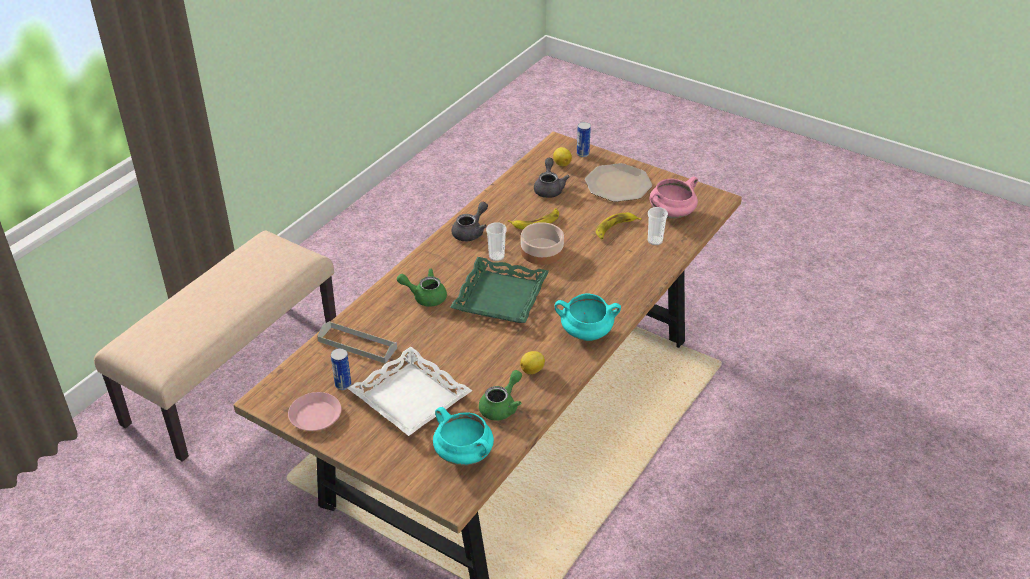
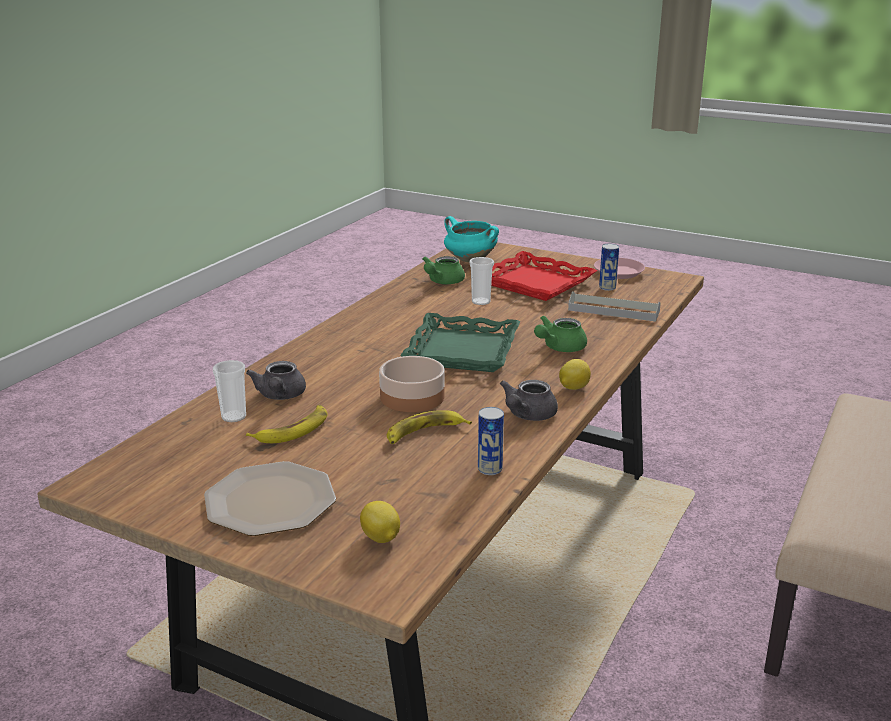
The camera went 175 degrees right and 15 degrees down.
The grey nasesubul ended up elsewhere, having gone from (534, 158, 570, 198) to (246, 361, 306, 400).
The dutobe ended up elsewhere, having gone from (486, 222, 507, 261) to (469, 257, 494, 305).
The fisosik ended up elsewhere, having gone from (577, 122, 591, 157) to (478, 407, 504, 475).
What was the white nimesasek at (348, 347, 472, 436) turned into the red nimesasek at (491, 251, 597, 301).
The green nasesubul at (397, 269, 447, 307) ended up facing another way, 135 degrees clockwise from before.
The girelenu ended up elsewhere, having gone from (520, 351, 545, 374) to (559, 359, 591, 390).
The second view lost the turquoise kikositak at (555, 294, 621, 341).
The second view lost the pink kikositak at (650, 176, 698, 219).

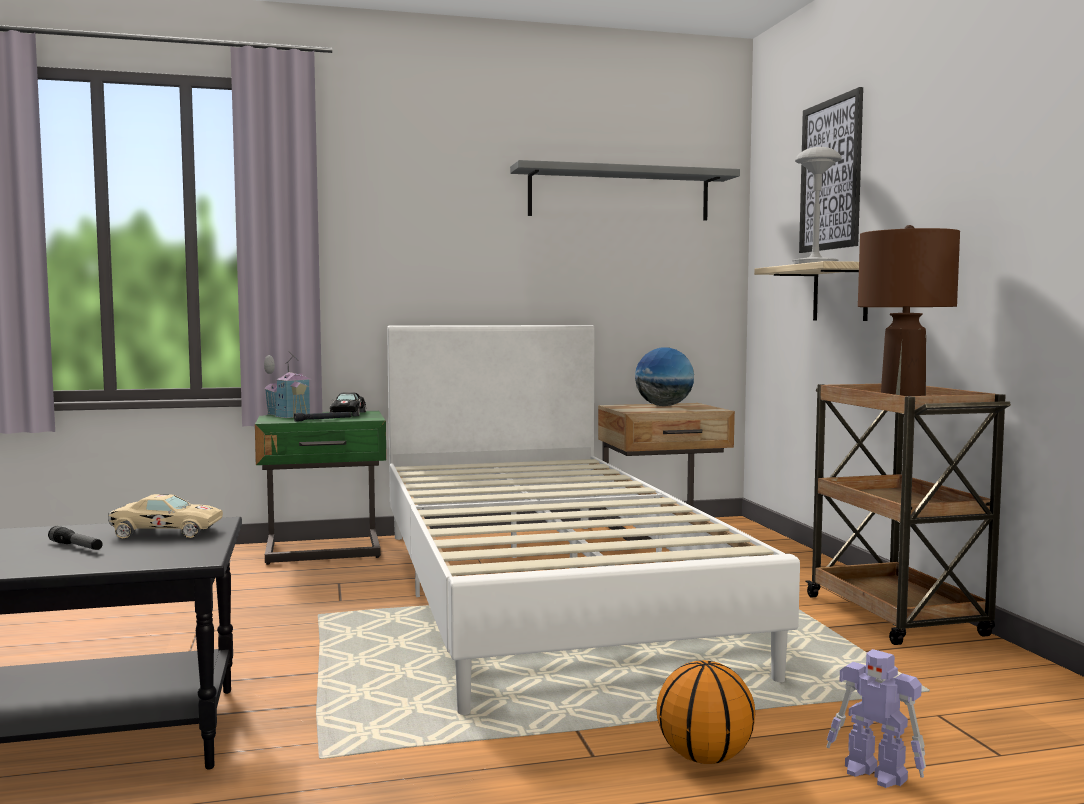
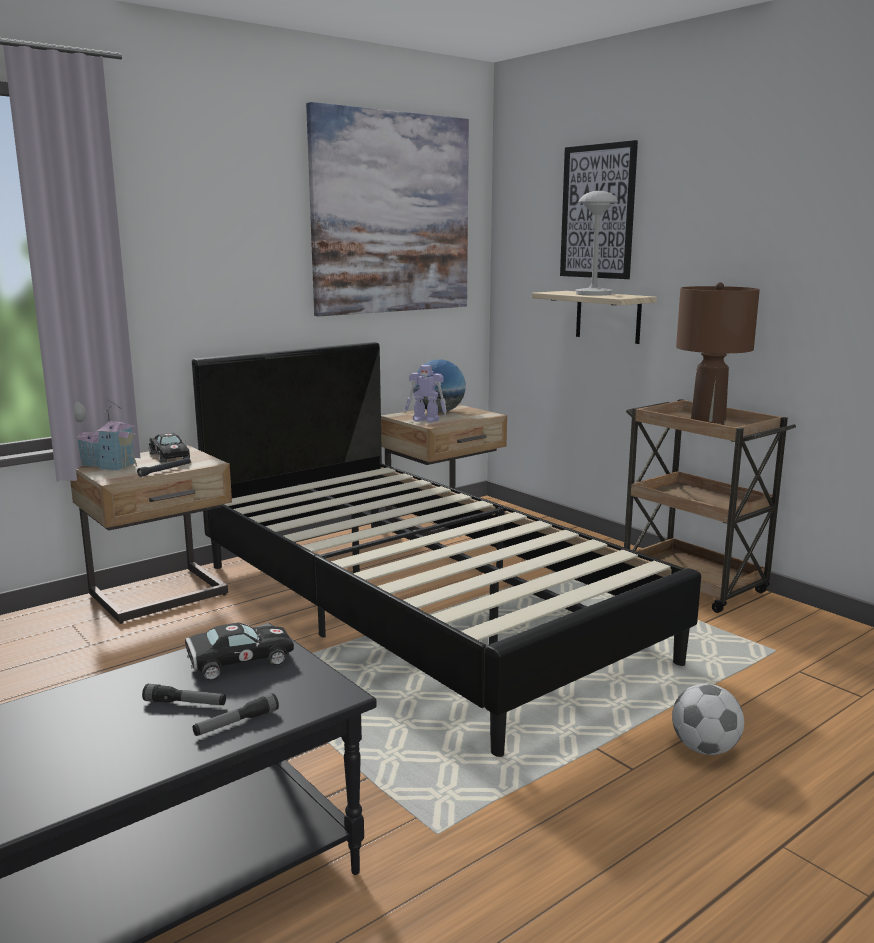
The camera went 25 degrees left and 10 degrees up.
What was the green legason at (255, 411, 386, 565) turned into the beige legason at (70, 445, 232, 624).
What was the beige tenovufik at (108, 494, 223, 539) turned into the black tenovufik at (185, 623, 294, 681).
What was the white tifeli at (387, 325, 800, 715) turned into the black tifeli at (192, 342, 701, 757).
The second view gained the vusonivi at (193, 693, 279, 736).
Where the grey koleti hung at (510, 160, 740, 221), the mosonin came to hang at (306, 102, 469, 316).
The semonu ended up elsewhere, having gone from (827, 649, 926, 788) to (405, 365, 446, 423).
Where the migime stood at (656, 660, 755, 764), the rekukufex came to stand at (672, 684, 744, 755).

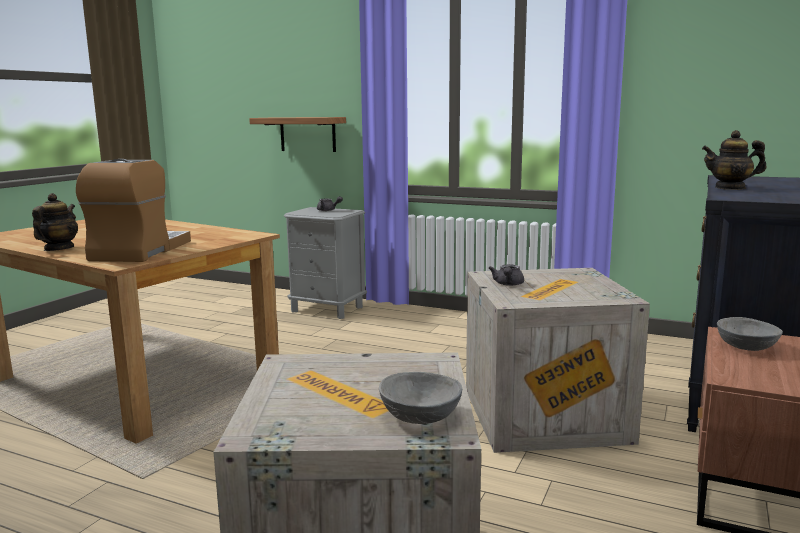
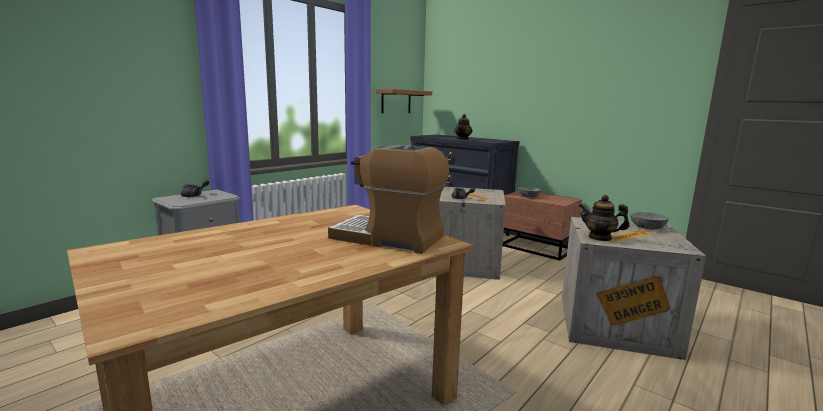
The camera went 75 degrees left and 0 degrees up.
The koleti ended up elsewhere, having gone from (249, 117, 346, 152) to (376, 89, 432, 113).
The nasesubul ended up elsewhere, having gone from (32, 193, 78, 251) to (579, 195, 630, 241).

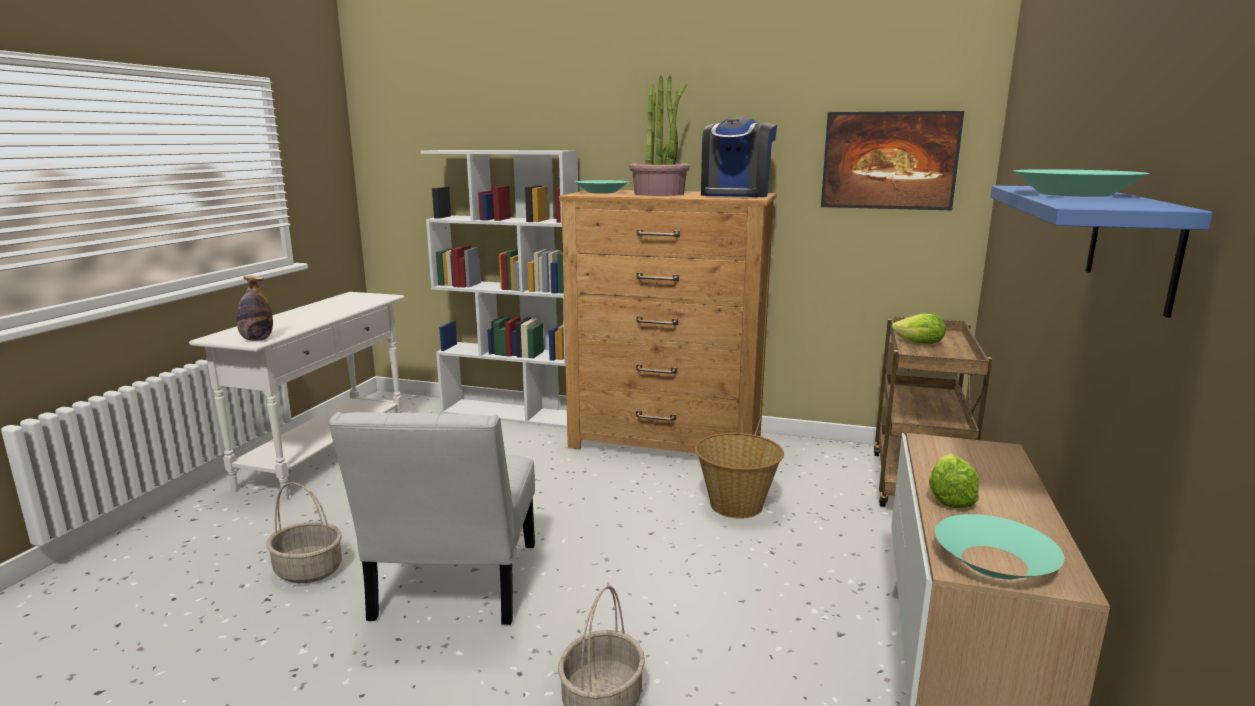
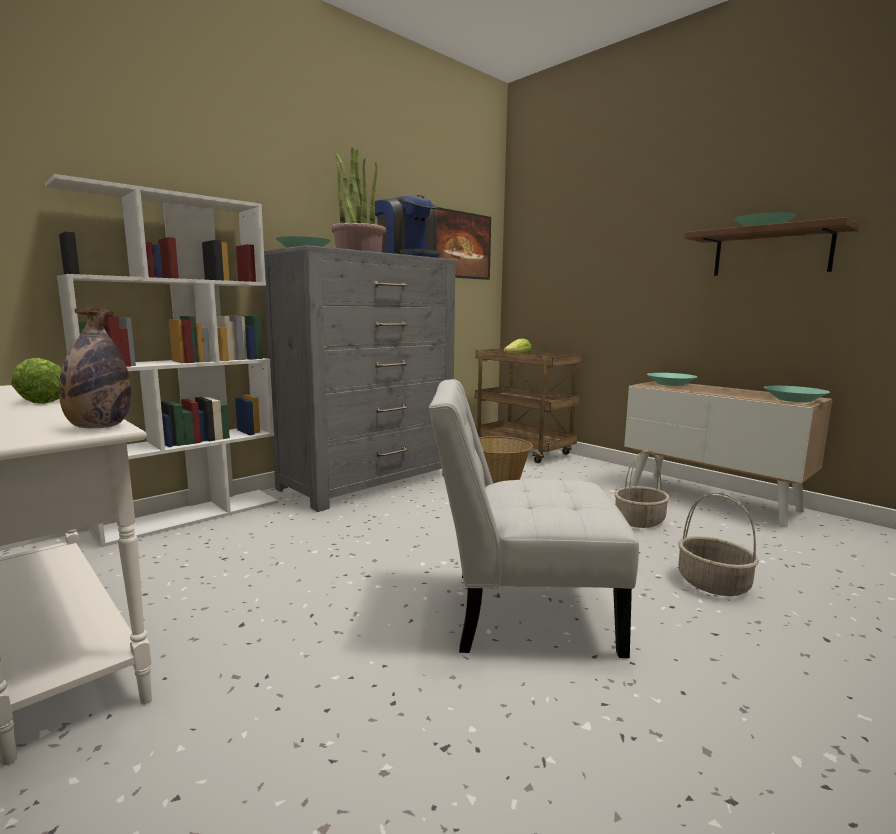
The camera went 60 degrees left and 5 degrees down.
The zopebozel ended up elsewhere, having gone from (929, 454, 979, 508) to (11, 358, 61, 404).
What was the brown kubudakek at (559, 190, 777, 453) turned into the grey kubudakek at (264, 245, 457, 512).
The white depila at (328, 412, 535, 625) ended up facing another way, 150 degrees clockwise from before.
The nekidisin ended up elsewhere, having gone from (266, 482, 342, 583) to (614, 450, 670, 528).
The second view gained the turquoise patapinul at (647, 373, 697, 386).
What was the blue koleti at (990, 185, 1213, 318) turned into the brown koleti at (684, 217, 859, 276).

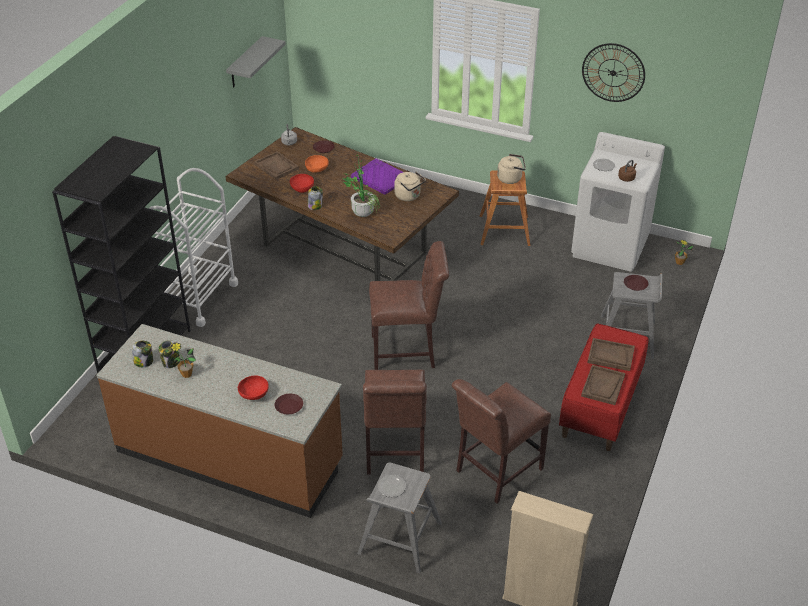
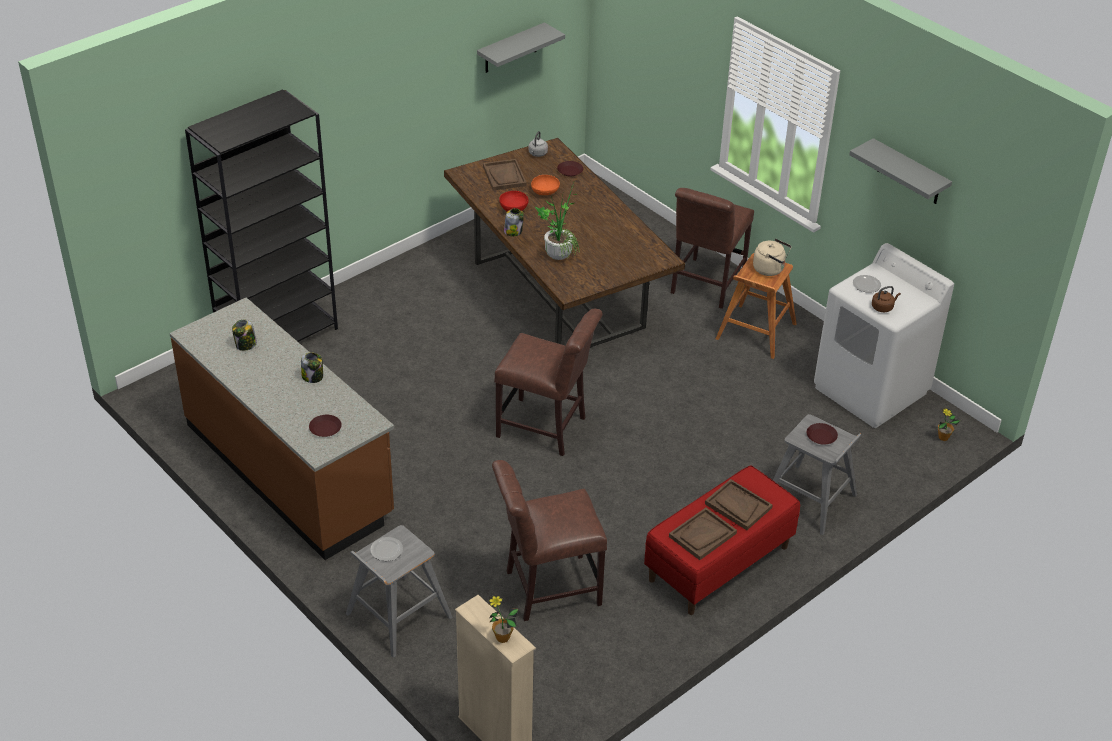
The camera went 25 degrees right and 0 degrees up.
The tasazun ended up elsewhere, having gone from (132, 340, 153, 367) to (301, 352, 323, 383).
The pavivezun ended up elsewhere, having gone from (171, 342, 196, 378) to (488, 594, 519, 643).
The brown depila ended up elsewhere, having gone from (363, 370, 427, 474) to (671, 188, 754, 309).
Where the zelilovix hung at (582, 43, 645, 102), the grey koleti came to hang at (849, 138, 952, 204).
The second view lost the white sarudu at (148, 168, 238, 327).
The second view lost the red patapinul at (238, 375, 269, 400).
The second view lost the purple nimesasek at (351, 158, 403, 195).
The second view lost the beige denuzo at (394, 172, 426, 201).

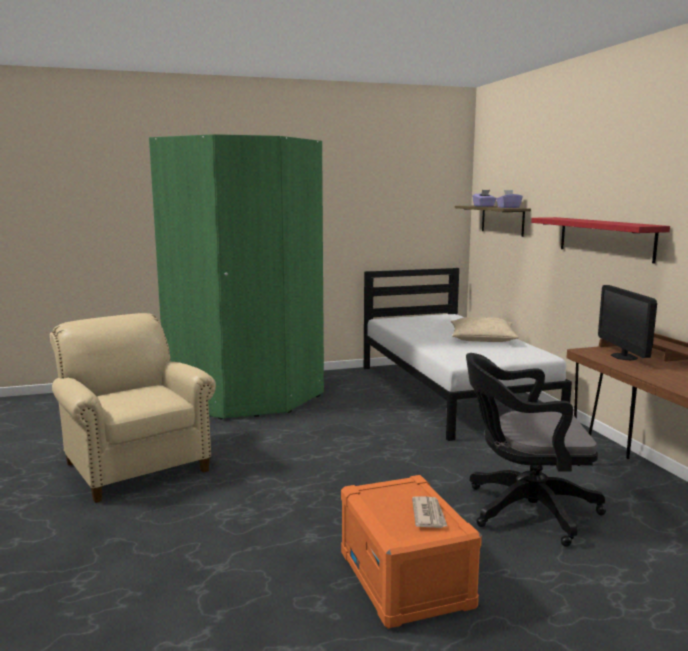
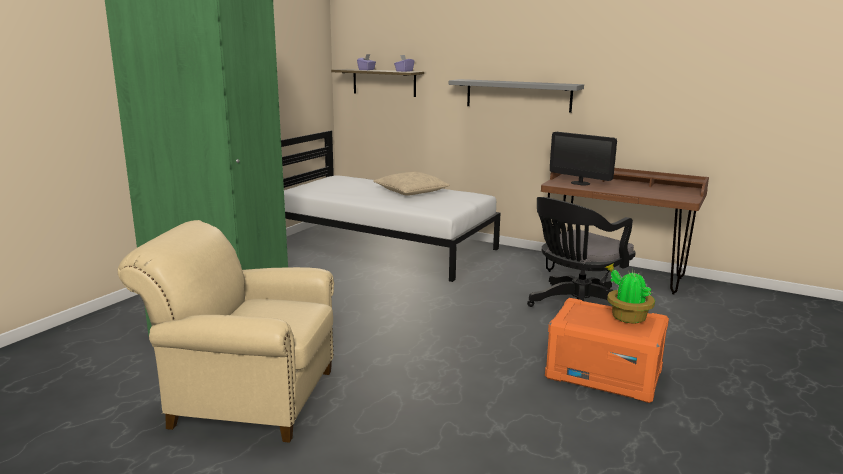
The camera went 45 degrees left and 5 degrees up.
What was the red koleti at (531, 217, 670, 263) turned into the grey koleti at (449, 79, 584, 113).
Where the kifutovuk stood at (412, 497, 448, 528), the pavivezun came to stand at (605, 263, 655, 323).

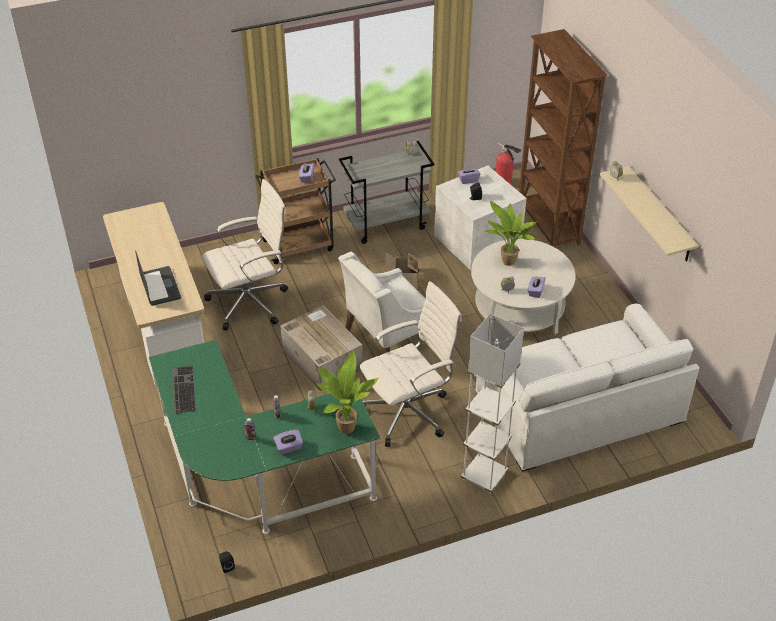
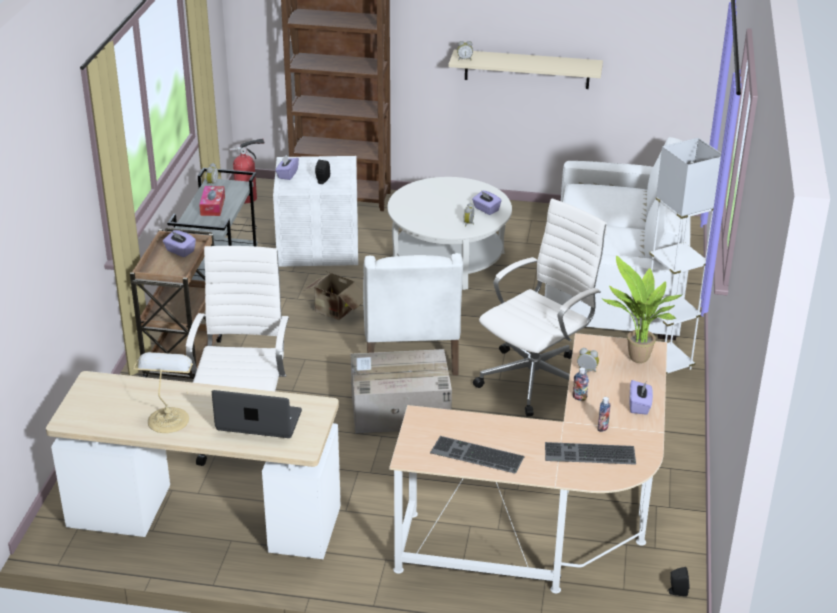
The camera went 60 degrees left and 10 degrees down.
The second view gained the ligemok at (133, 352, 193, 433).
The second view gained the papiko at (199, 186, 225, 216).
What was the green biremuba at (149, 340, 380, 534) turned into the beige biremuba at (389, 333, 667, 593).
The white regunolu at (360, 281, 462, 447) ended up facing another way, 45 degrees clockwise from before.
The second view gained the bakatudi at (545, 442, 636, 465).
The second view lost the pavivezun at (485, 200, 536, 266).

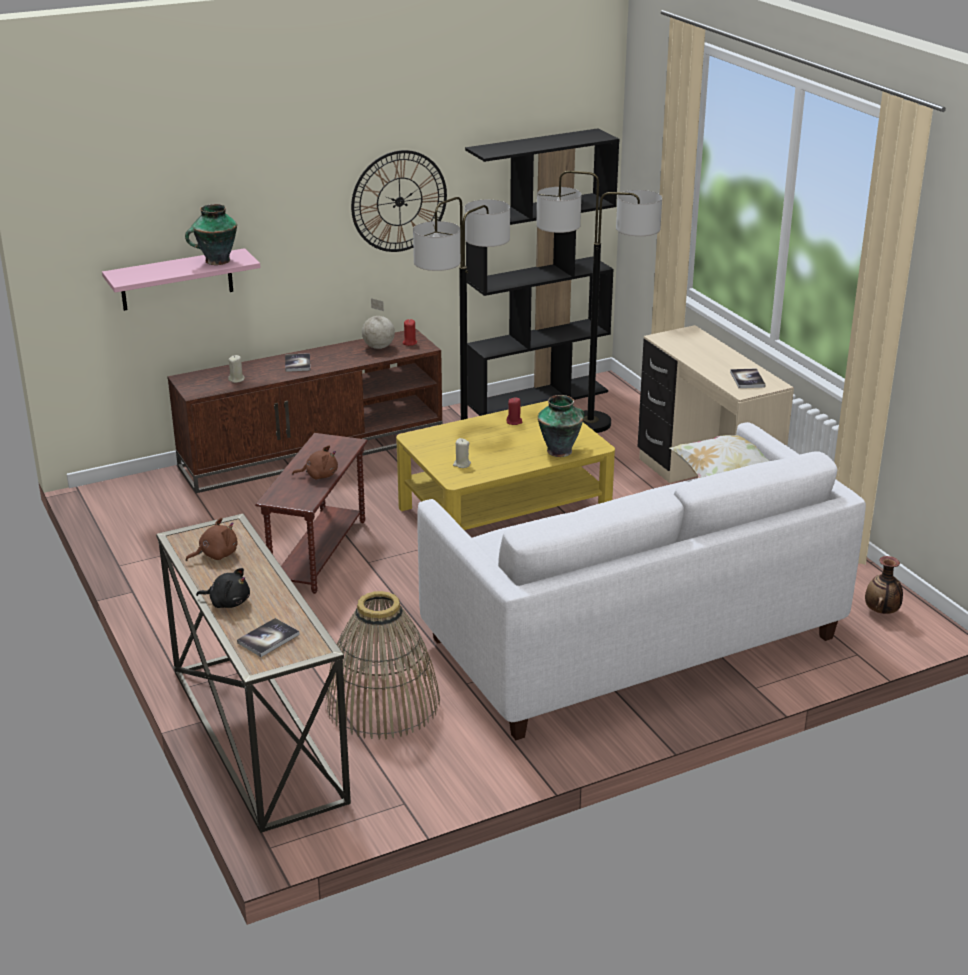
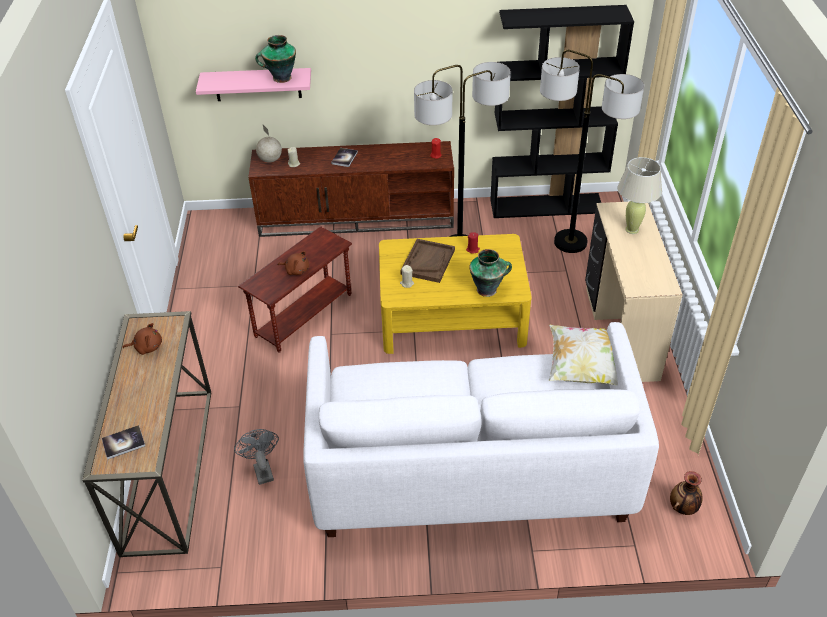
The camera went 25 degrees right and 15 degrees up.
Where the nekidisin stood at (325, 591, 440, 740), the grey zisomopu came to stand at (234, 429, 279, 485).
The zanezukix ended up elsewhere, having gone from (362, 298, 395, 349) to (256, 125, 282, 163).
The second view gained the brown nimesasek at (400, 239, 455, 283).
The second view gained the beige ligemok at (618, 157, 662, 234).
The second view lost the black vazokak at (196, 568, 250, 608).
The second view lost the zelilovix at (351, 150, 447, 252).
The second view lost the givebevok at (730, 368, 766, 388).

